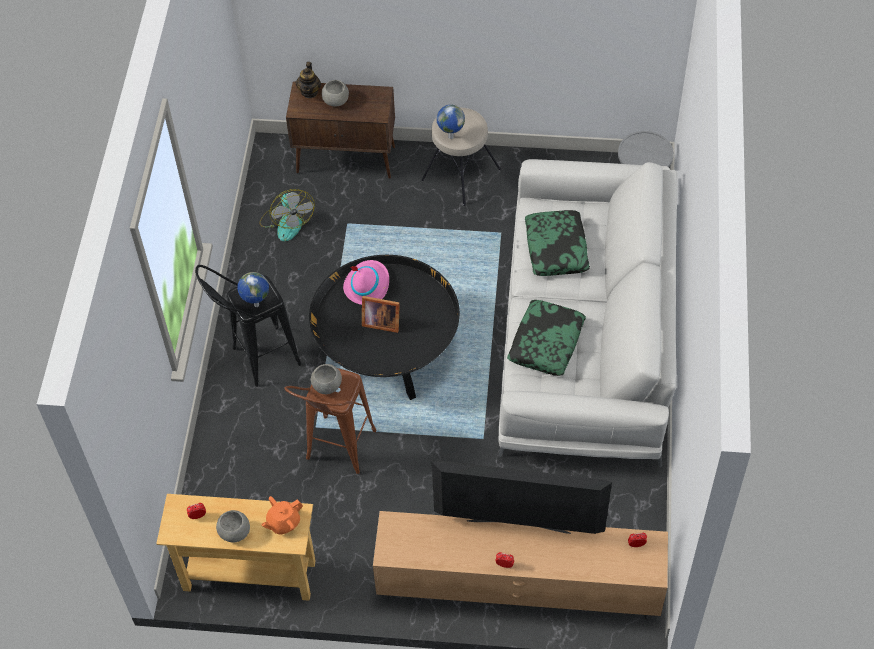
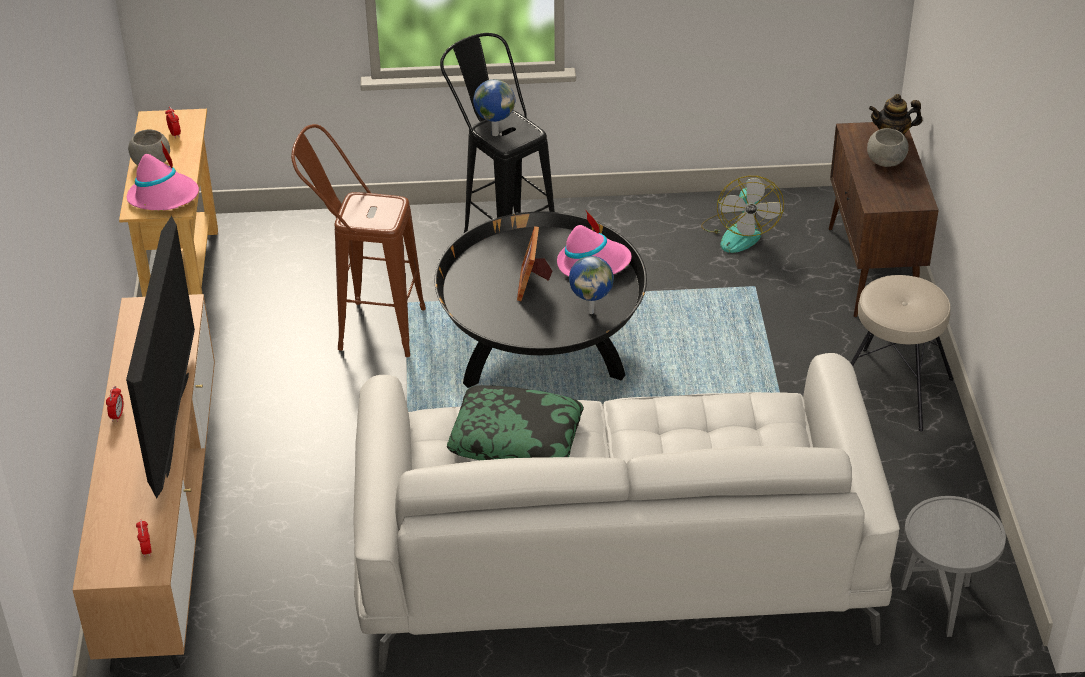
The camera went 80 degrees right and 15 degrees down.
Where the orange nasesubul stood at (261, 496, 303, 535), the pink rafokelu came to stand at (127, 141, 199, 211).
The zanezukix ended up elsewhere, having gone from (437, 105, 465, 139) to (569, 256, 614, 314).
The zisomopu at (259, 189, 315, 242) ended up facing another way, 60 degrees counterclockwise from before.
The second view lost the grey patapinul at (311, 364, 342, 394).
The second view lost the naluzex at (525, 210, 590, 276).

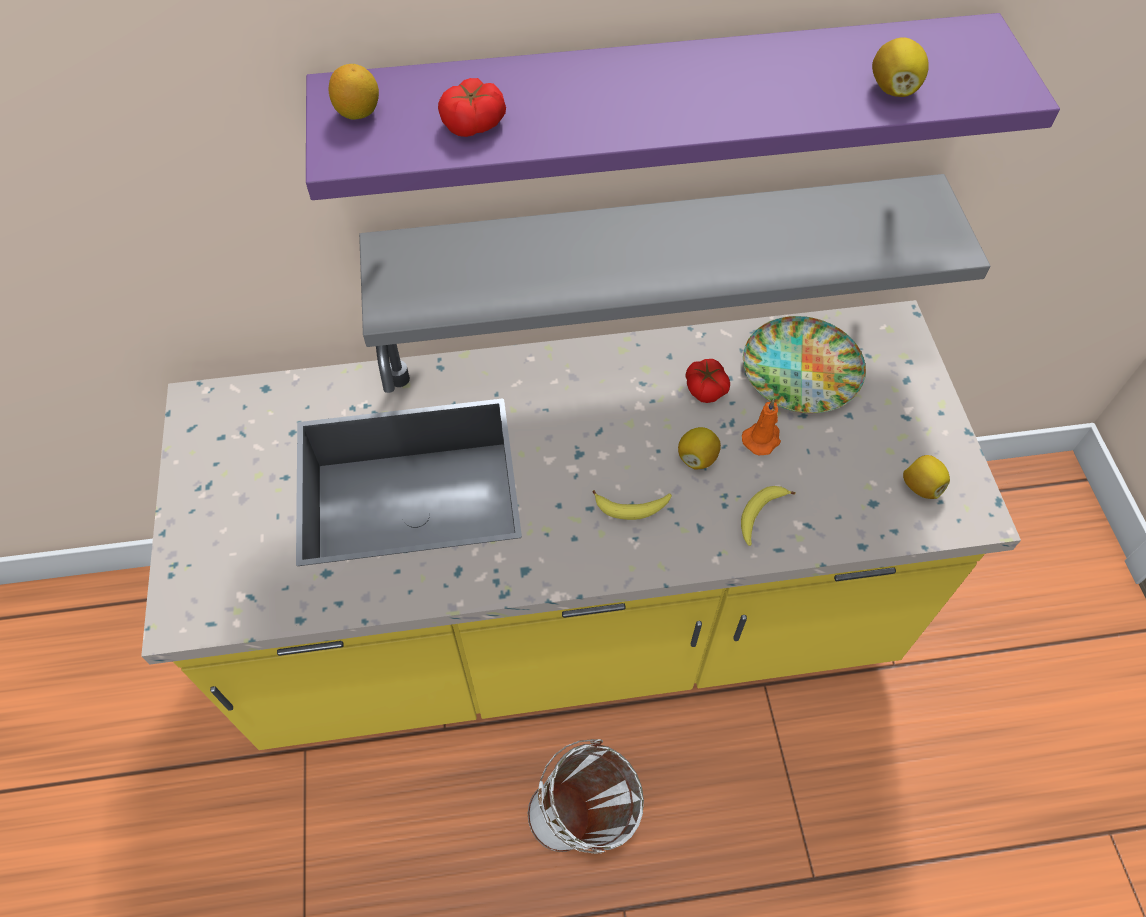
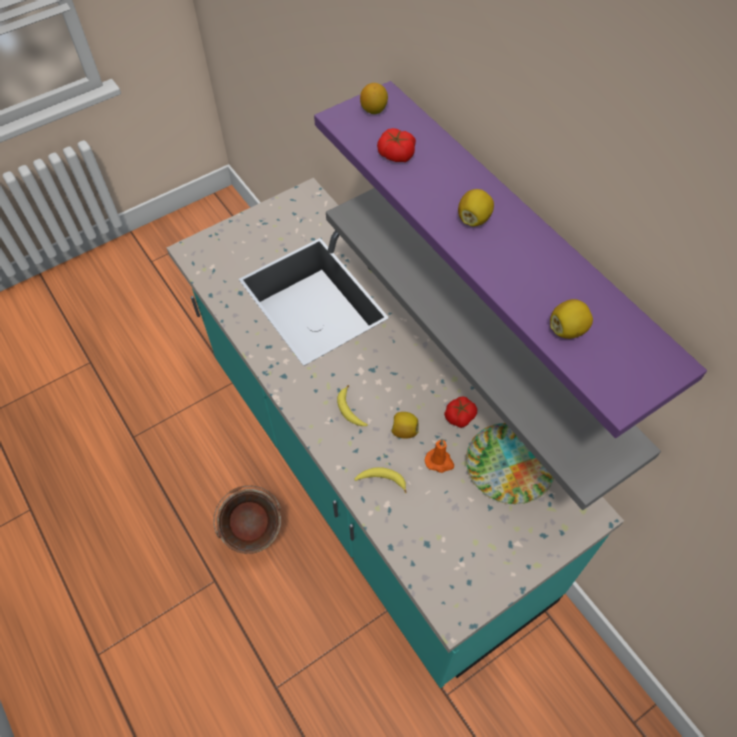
The camera went 65 degrees right and 0 degrees up.
What was the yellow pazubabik at (141, 300, 1021, 750) turned into the turquoise pazubabik at (167, 178, 624, 688).
What was the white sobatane at (528, 739, 644, 854) turned into the brown sobatane at (213, 486, 281, 554).
The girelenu ended up elsewhere, having gone from (903, 455, 950, 499) to (458, 189, 494, 226).

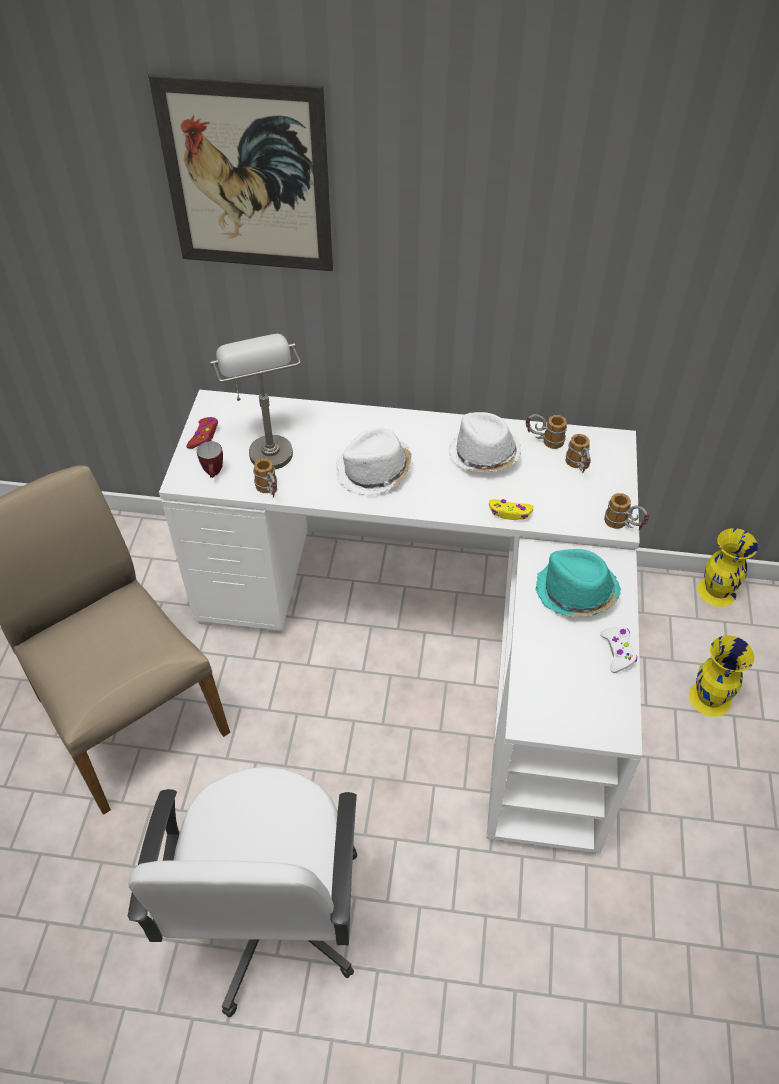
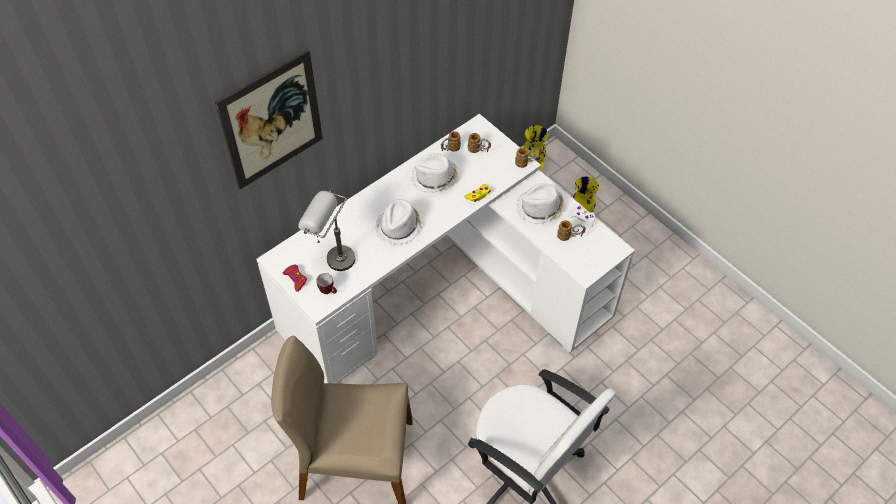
The camera went 50 degrees left and 5 degrees up.
What was the turquoise rafokelu at (535, 549, 621, 617) turned into the white rafokelu at (516, 183, 564, 224).
The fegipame ended up elsewhere, having gone from (253, 458, 277, 497) to (557, 220, 586, 241).

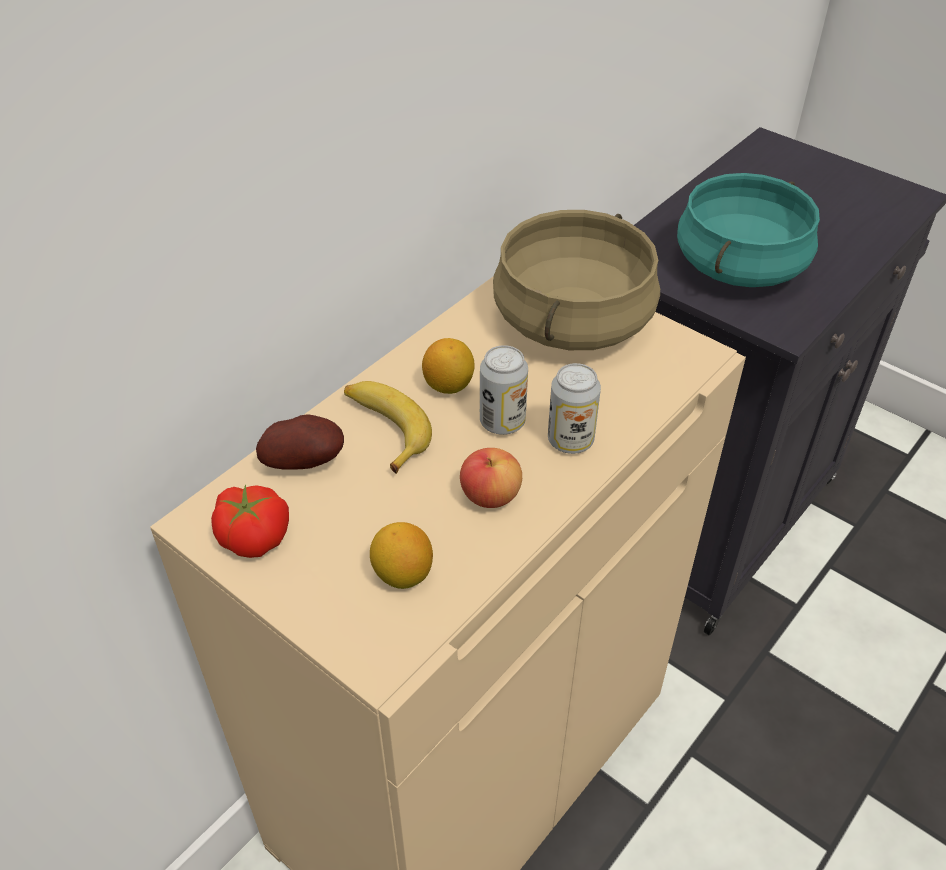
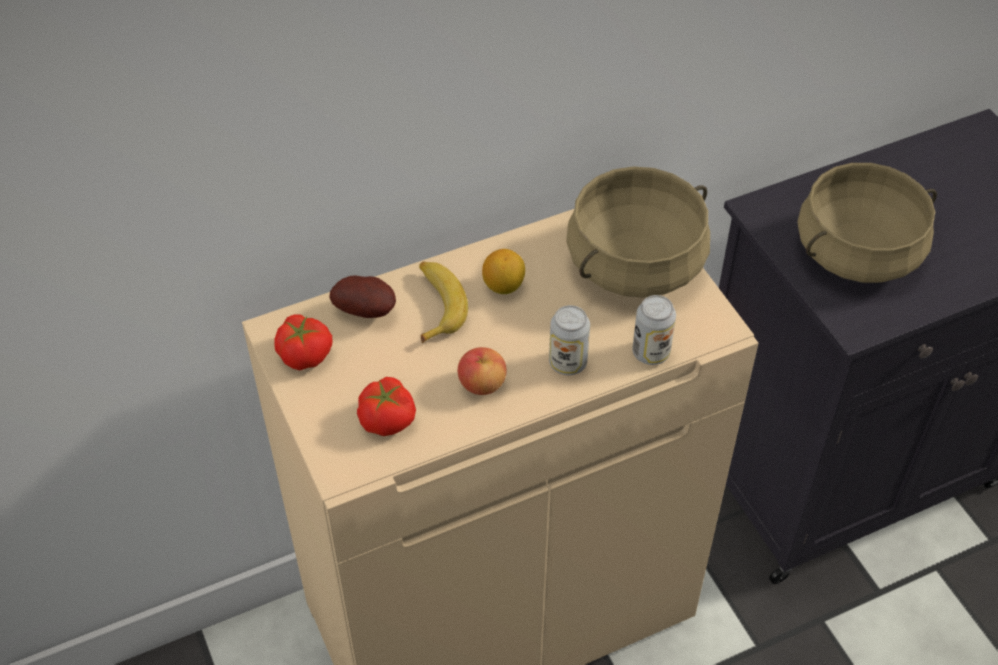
The camera went 25 degrees right and 5 degrees up.
Where the girelenu stood at (370, 522, 433, 589), the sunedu came to stand at (357, 377, 416, 436).
The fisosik ended up elsewhere, having gone from (480, 345, 528, 435) to (632, 295, 676, 365).
What was the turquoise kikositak at (677, 173, 820, 287) turned into the beige kikositak at (797, 163, 937, 283).

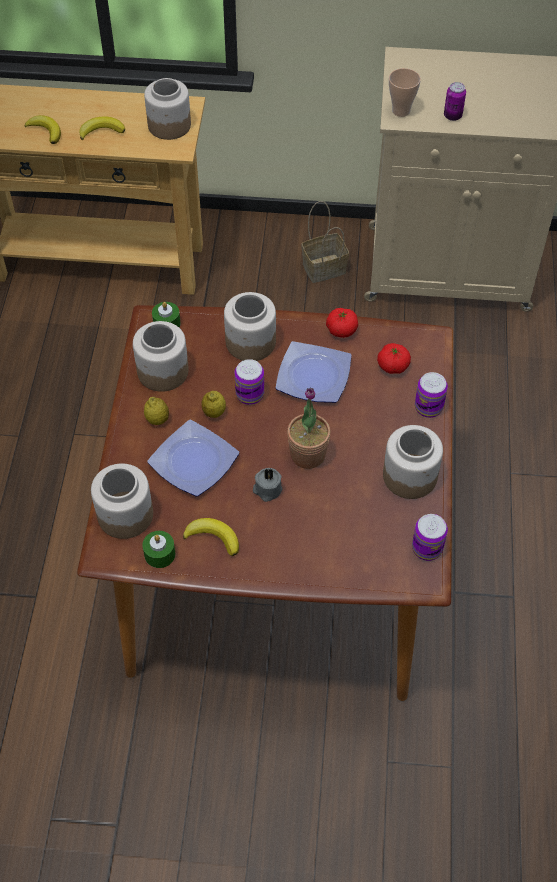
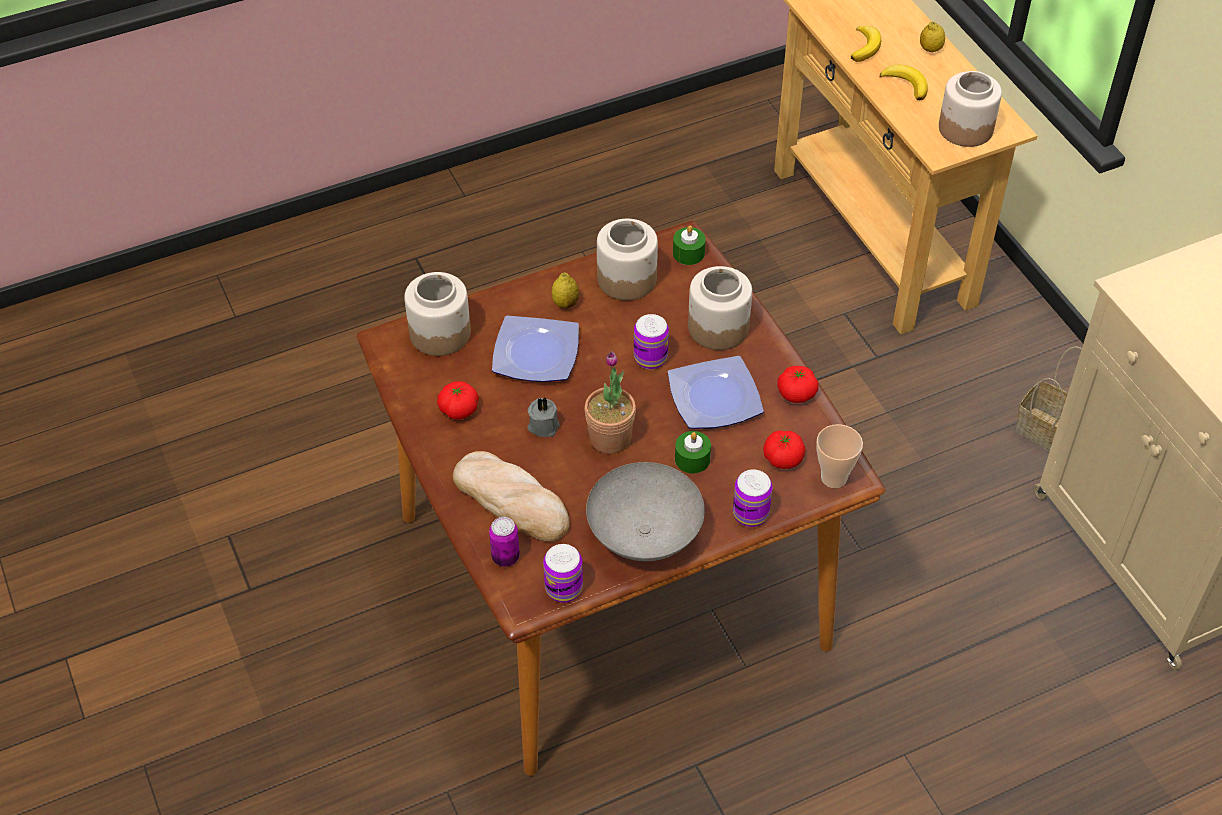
The camera went 60 degrees right and 5 degrees down.
Where the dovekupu stood at (183, 518, 239, 556), the sunedu came to stand at (437, 381, 479, 420).
The second view gained the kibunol at (453, 451, 569, 542).
The fisosik ended up elsewhere, having gone from (444, 82, 466, 121) to (489, 517, 520, 567).
Where the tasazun stood at (383, 425, 443, 499), the grey patapinul came to stand at (586, 462, 705, 561).
The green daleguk ended up elsewhere, having gone from (142, 531, 175, 568) to (675, 431, 711, 474).
The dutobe ended up elsewhere, having gone from (389, 68, 421, 117) to (816, 424, 863, 488).
The girelenu ended up elsewhere, having gone from (201, 391, 226, 418) to (920, 21, 945, 52).

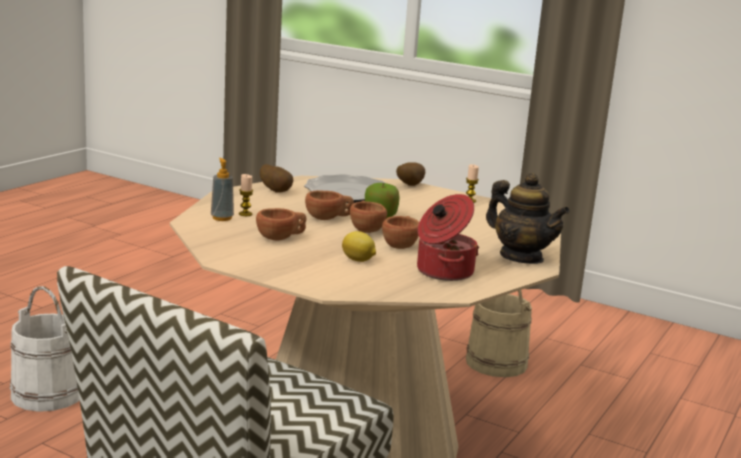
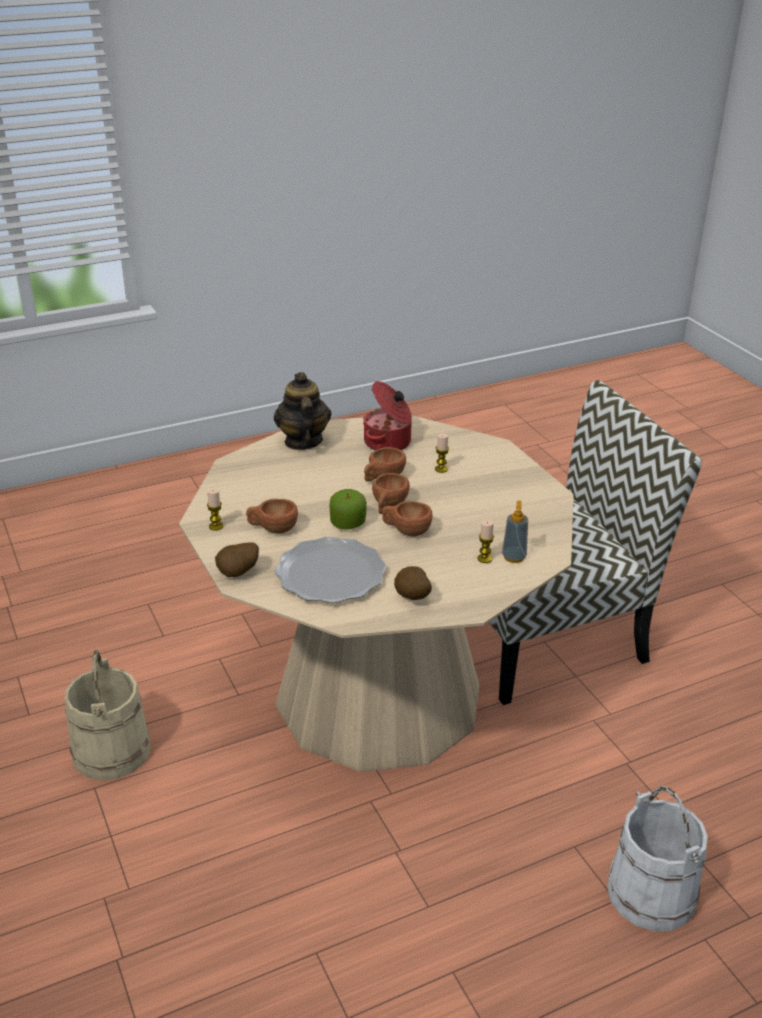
The camera went 145 degrees left and 15 degrees up.
The brown dutobe ended up elsewhere, having gone from (256, 208, 307, 240) to (246, 499, 298, 534).
Where the girelenu stood at (342, 231, 376, 262), the daleguk came to stand at (435, 434, 449, 473).

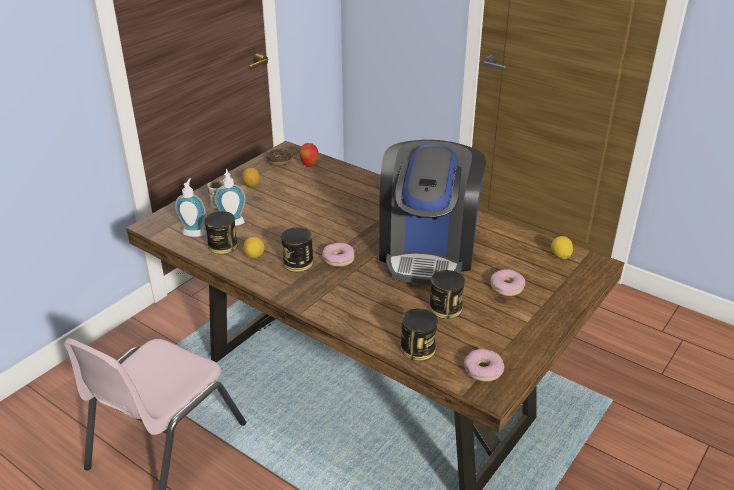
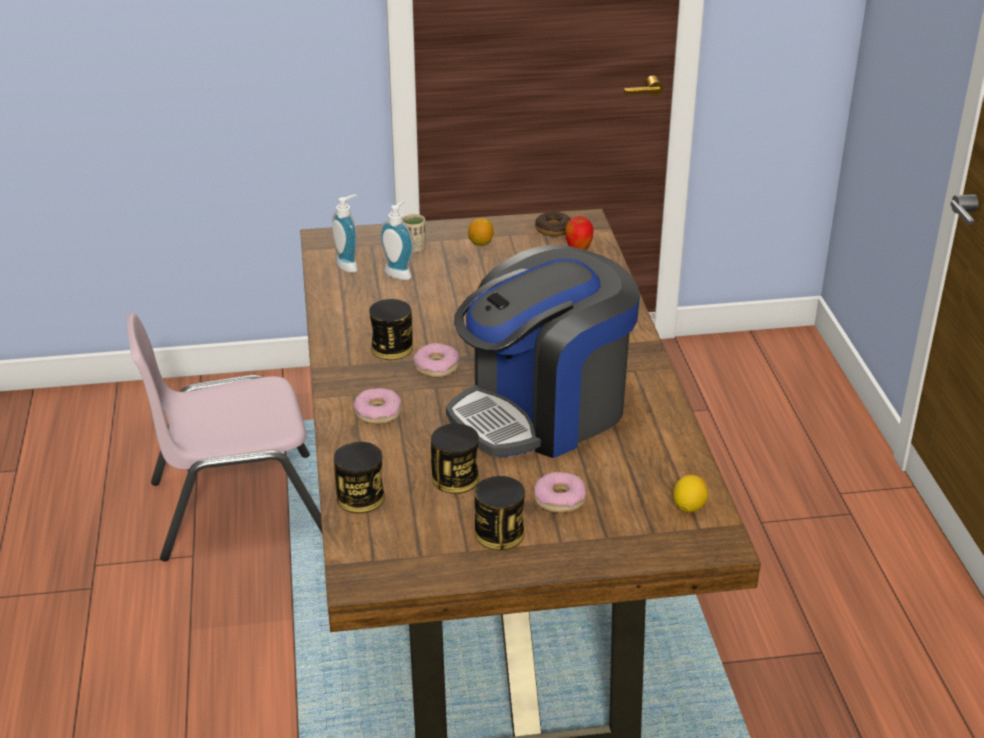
The camera went 45 degrees right and 0 degrees up.
The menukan ended up elsewhere, having gone from (464, 349, 504, 382) to (354, 388, 402, 424).
The fisosik ended up elsewhere, having gone from (205, 211, 238, 255) to (475, 476, 525, 550).
The second view lost the girelenu at (243, 237, 265, 258).

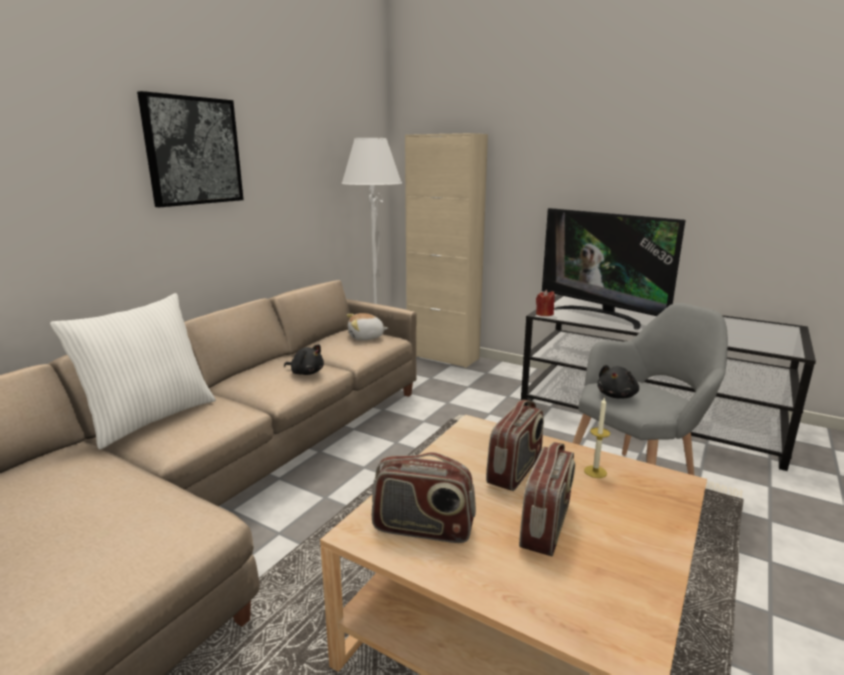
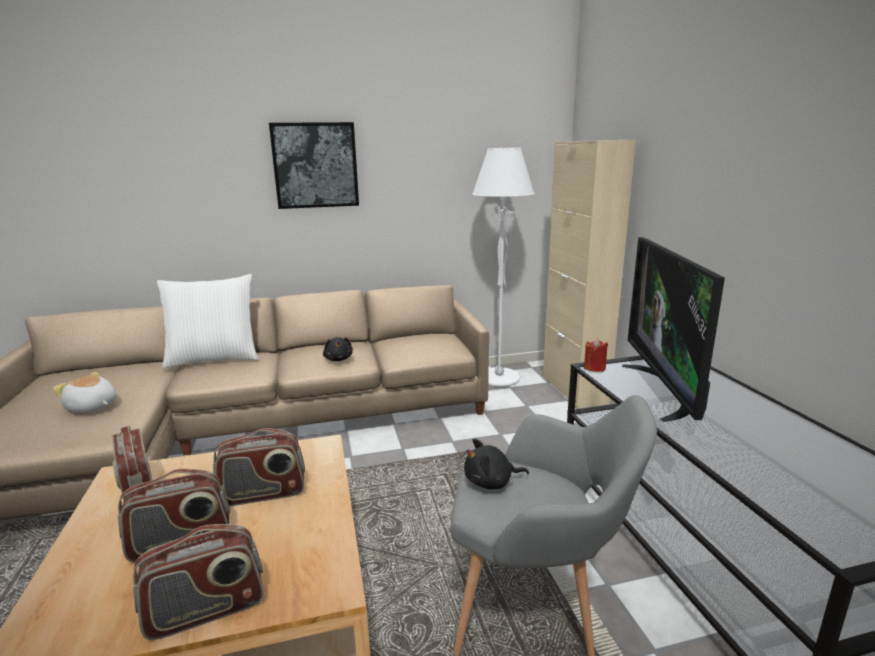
The camera went 45 degrees right and 0 degrees up.
The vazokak ended up elsewhere, having gone from (346, 313, 388, 340) to (53, 372, 116, 413).
The second view gained the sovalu at (133, 524, 264, 640).
The second view lost the daleguk at (584, 397, 610, 478).

